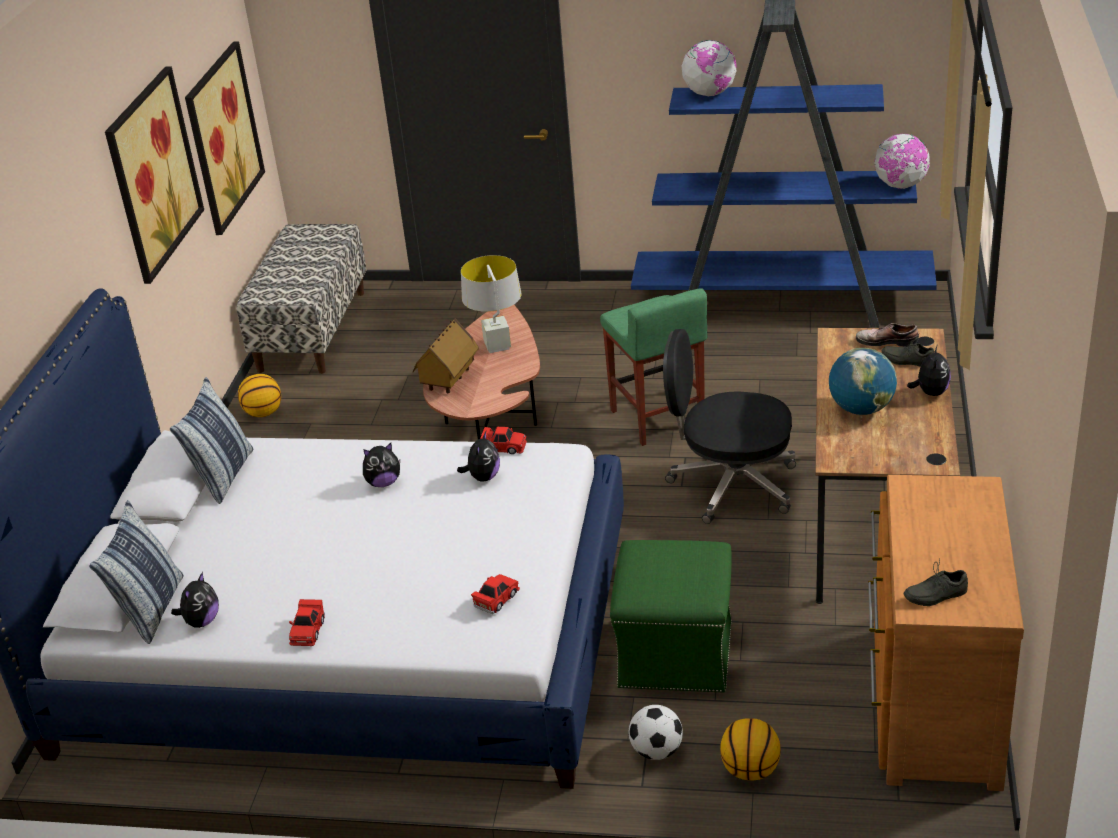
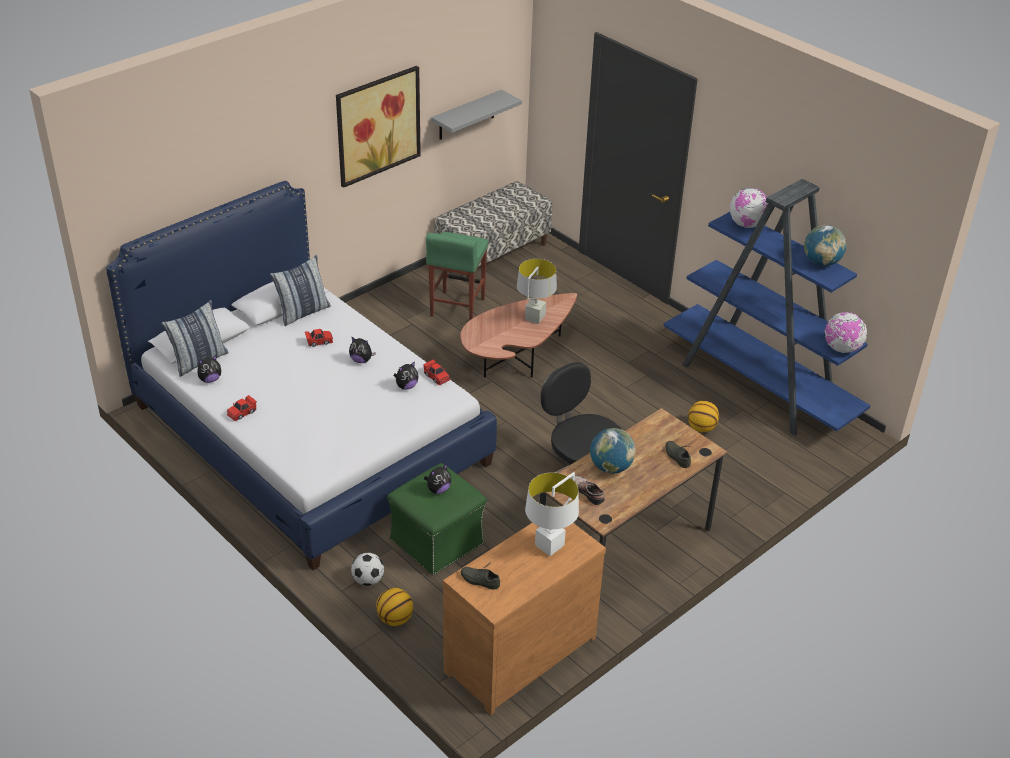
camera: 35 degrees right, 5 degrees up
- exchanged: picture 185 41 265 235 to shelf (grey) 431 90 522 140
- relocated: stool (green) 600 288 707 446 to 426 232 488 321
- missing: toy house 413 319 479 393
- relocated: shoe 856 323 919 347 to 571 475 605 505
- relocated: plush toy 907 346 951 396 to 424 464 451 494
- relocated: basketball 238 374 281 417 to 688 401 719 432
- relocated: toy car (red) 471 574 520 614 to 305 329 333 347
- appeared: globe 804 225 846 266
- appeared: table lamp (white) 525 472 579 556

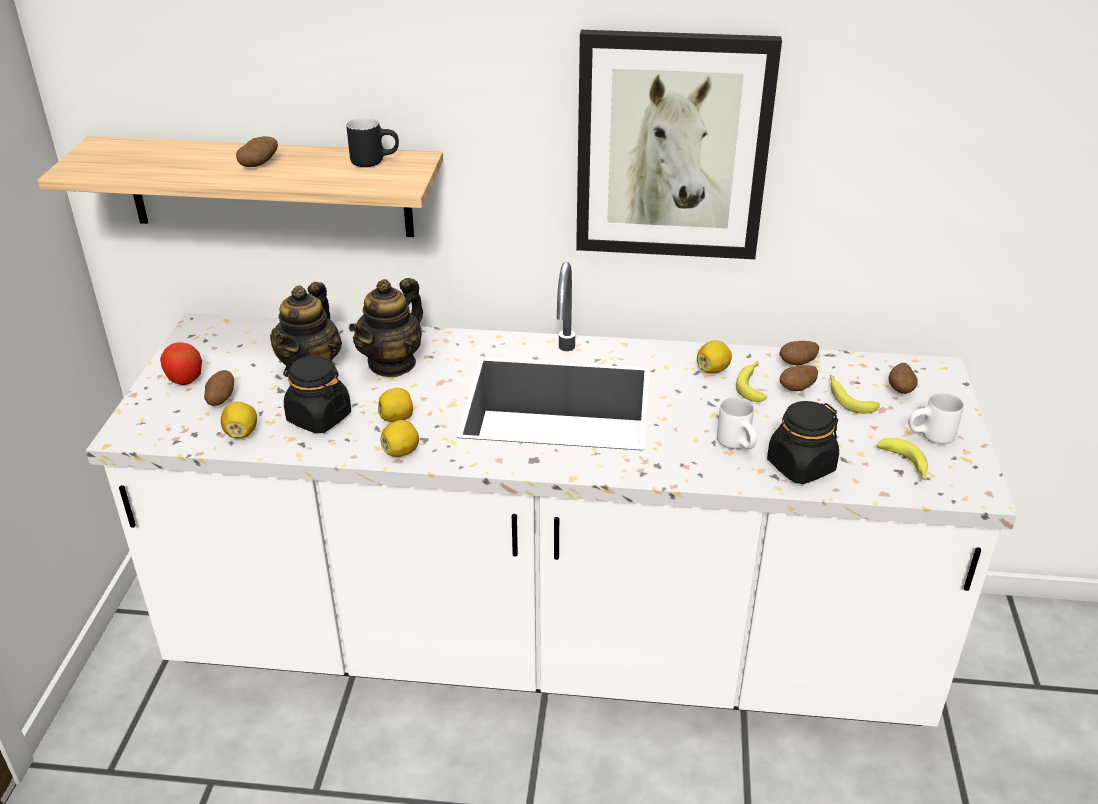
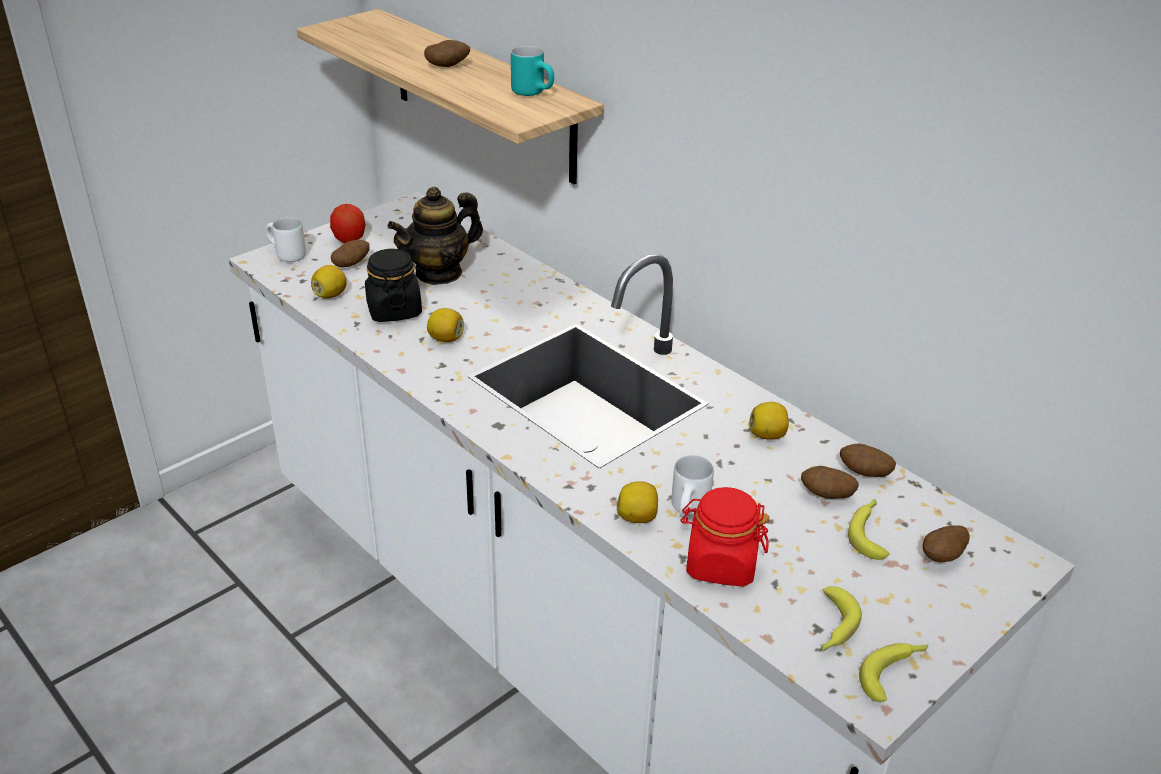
camera: 40 degrees right, 0 degrees up
- missing: picture 576 30 782 259
- colour: mug (black) 347 117 399 167 to mug (turquoise) 511 46 554 96
- missing: teapot 349 278 423 377
- relocated: banana 736 361 767 402 to 859 643 928 702
- relocated: mug (white) 908 393 964 444 to 266 217 306 262
- colour: jar (black) 767 401 839 484 to jar (red) 680 487 770 586
- relocated: lemon 381 420 419 457 to 616 481 658 523

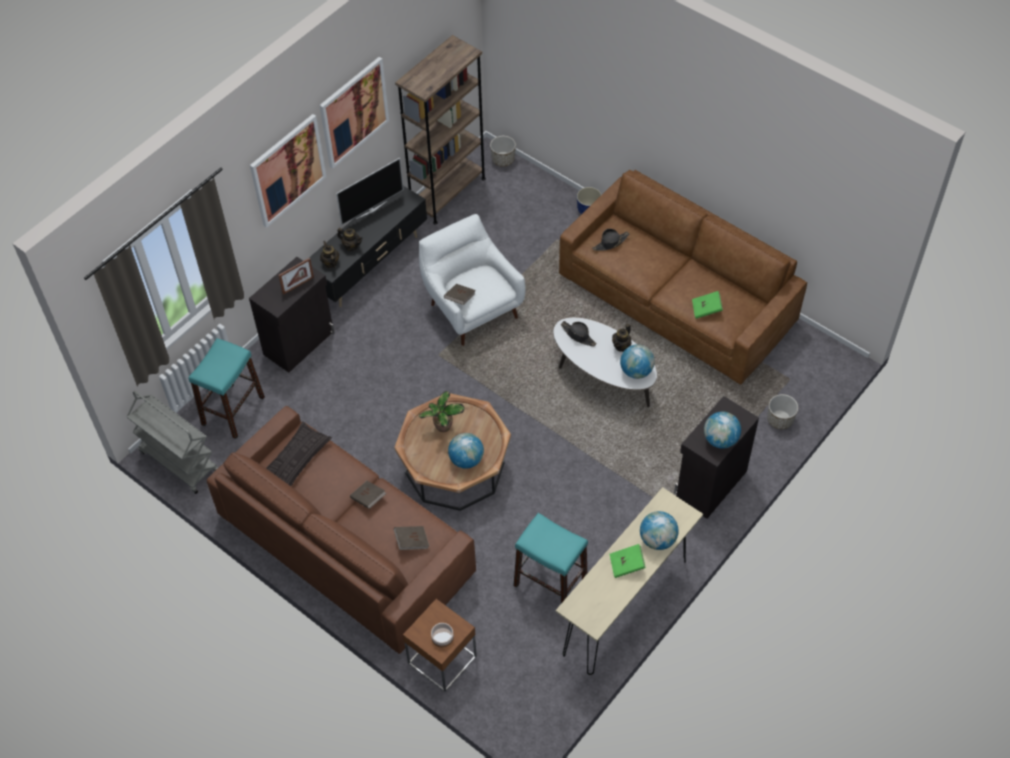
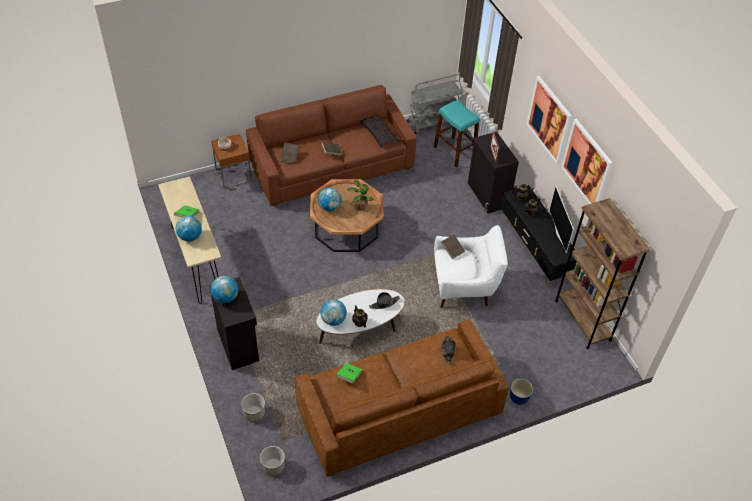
camera: 115 degrees right, 5 degrees down
- relocated: planter 490 136 516 167 to 260 446 285 476
- missing: stool (turquoise) 513 513 588 603

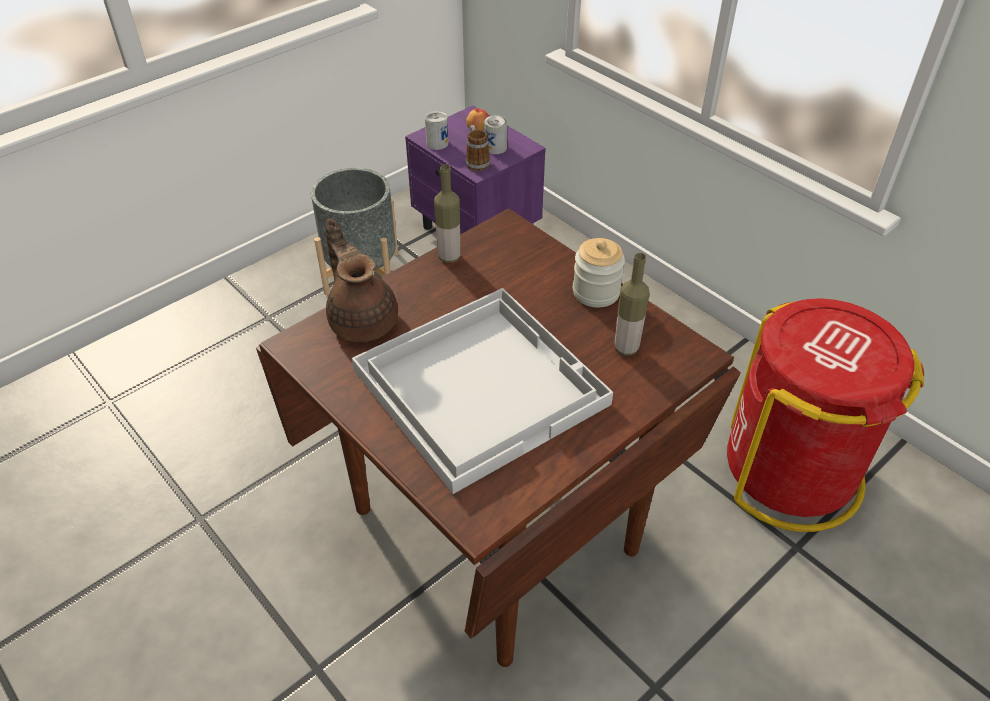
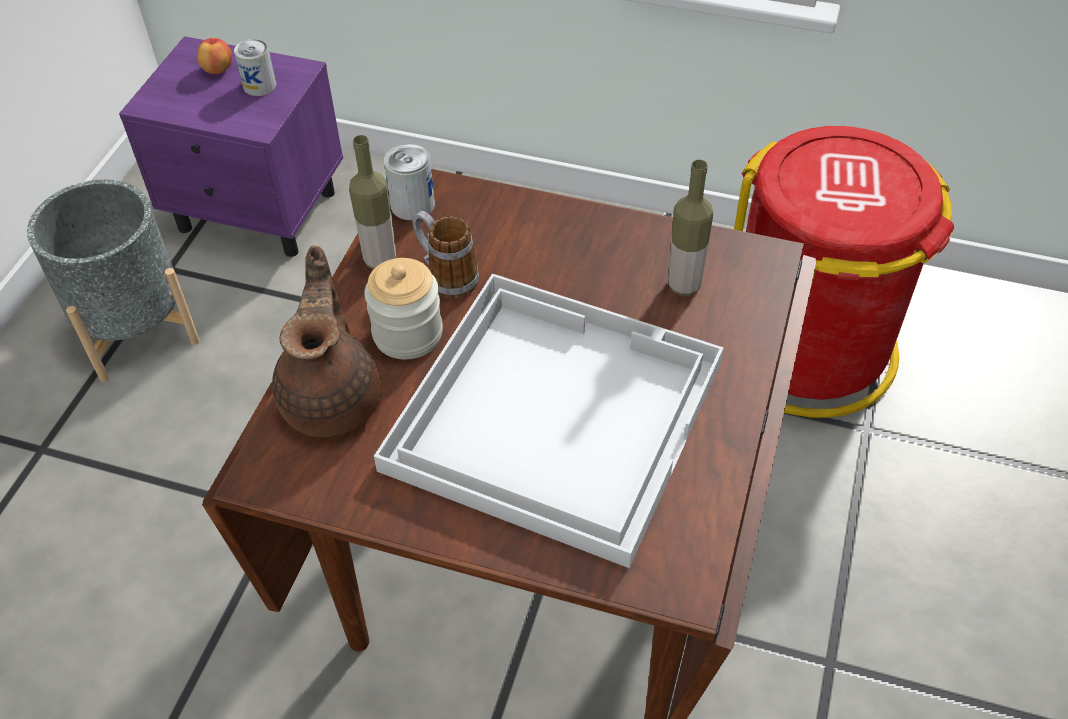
camera: 30 degrees left, 5 degrees up
- relocated: can 425 111 449 150 to 384 144 435 220
- relocated: mug 466 125 490 171 to 413 211 479 298
- spun: teapot (brown) 326 219 398 342 = 272 245 382 437 60 degrees clockwise
- relocated: jar 573 238 625 307 to 364 258 443 359

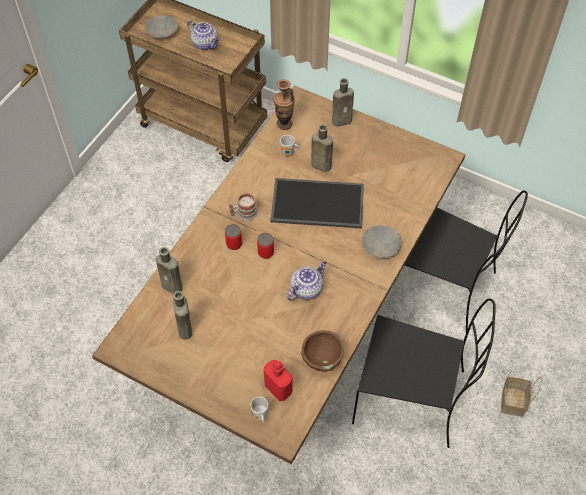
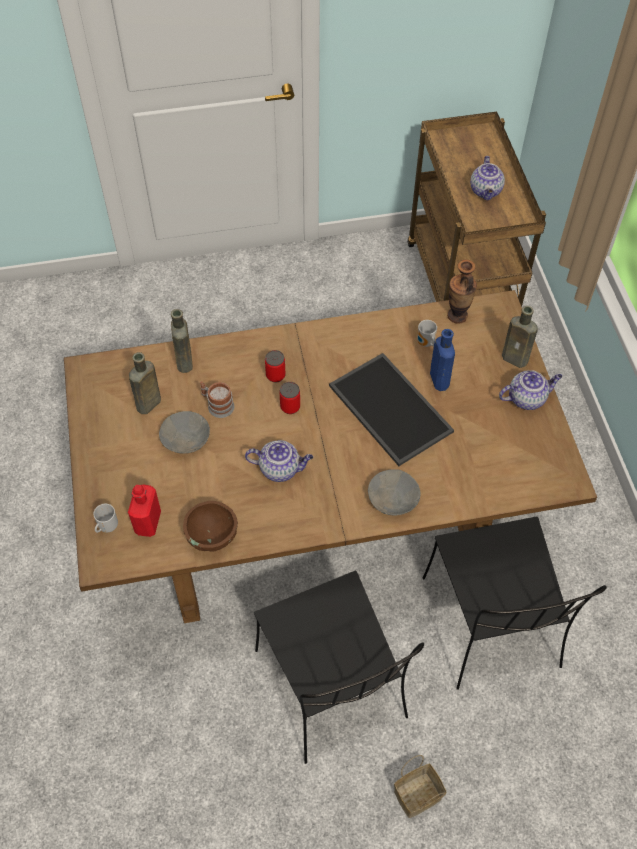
camera: 50 degrees right, 0 degrees up
- relocated: bowl (grey) 145 15 178 39 to 159 411 210 454
- colour: bottle (brown) 311 124 333 172 to bottle (blue) 430 329 455 391
- relocated: mug 229 193 258 221 to 200 381 234 418
- appeared: teapot 499 370 562 410

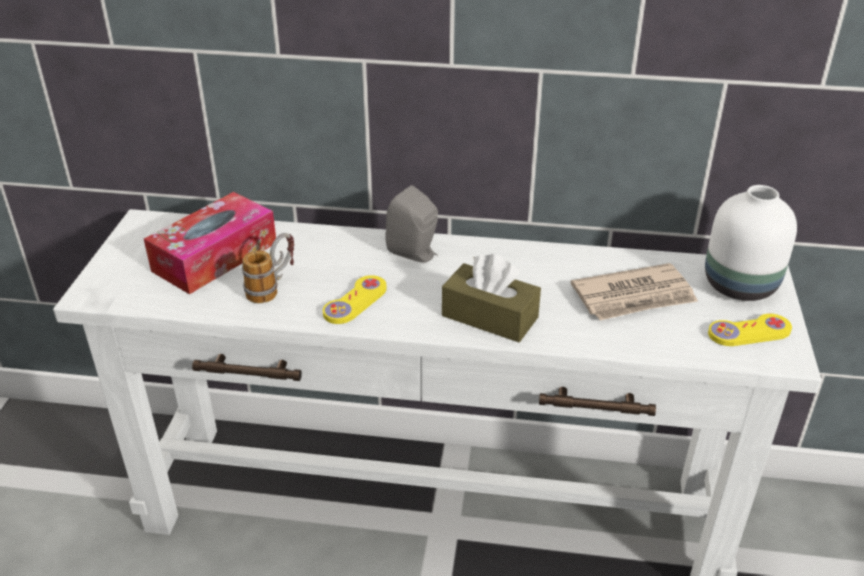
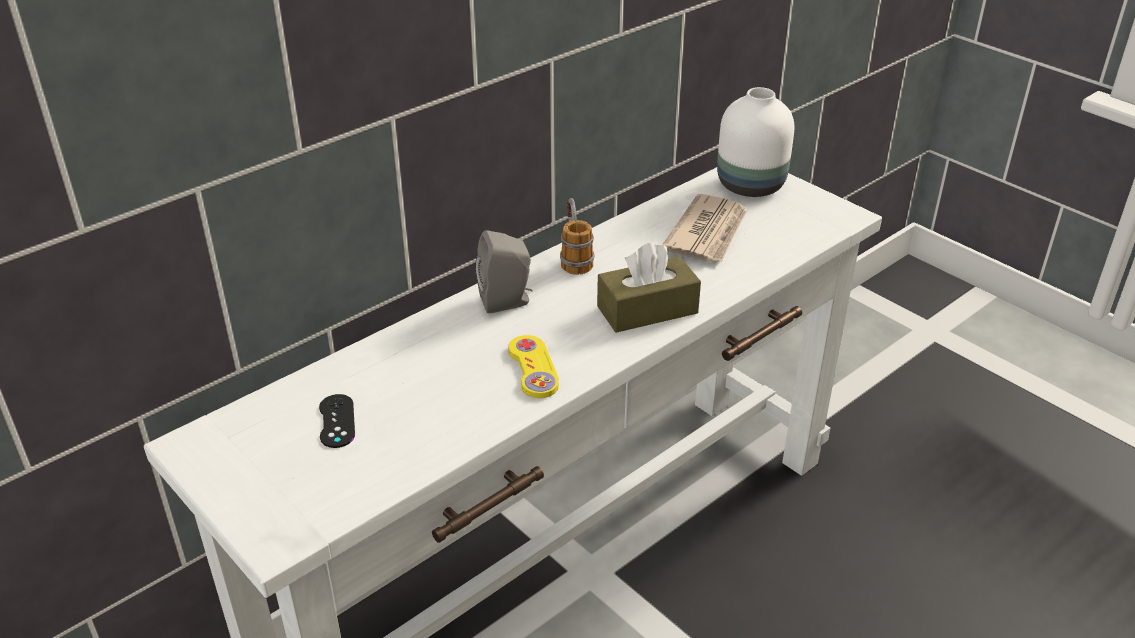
camera: 50 degrees left, 0 degrees up
- exchanged: tissue box 144 192 276 294 to game controller (black) 319 394 355 448
- relocated: mug 242 233 294 303 to 560 198 595 275
- missing: game controller (yellow) 708 314 792 346

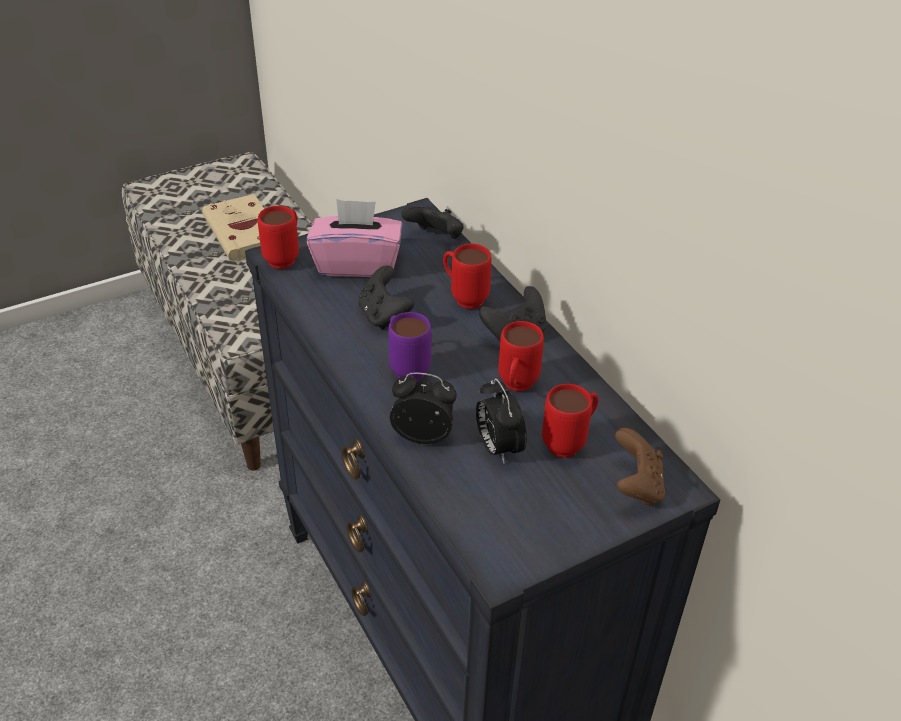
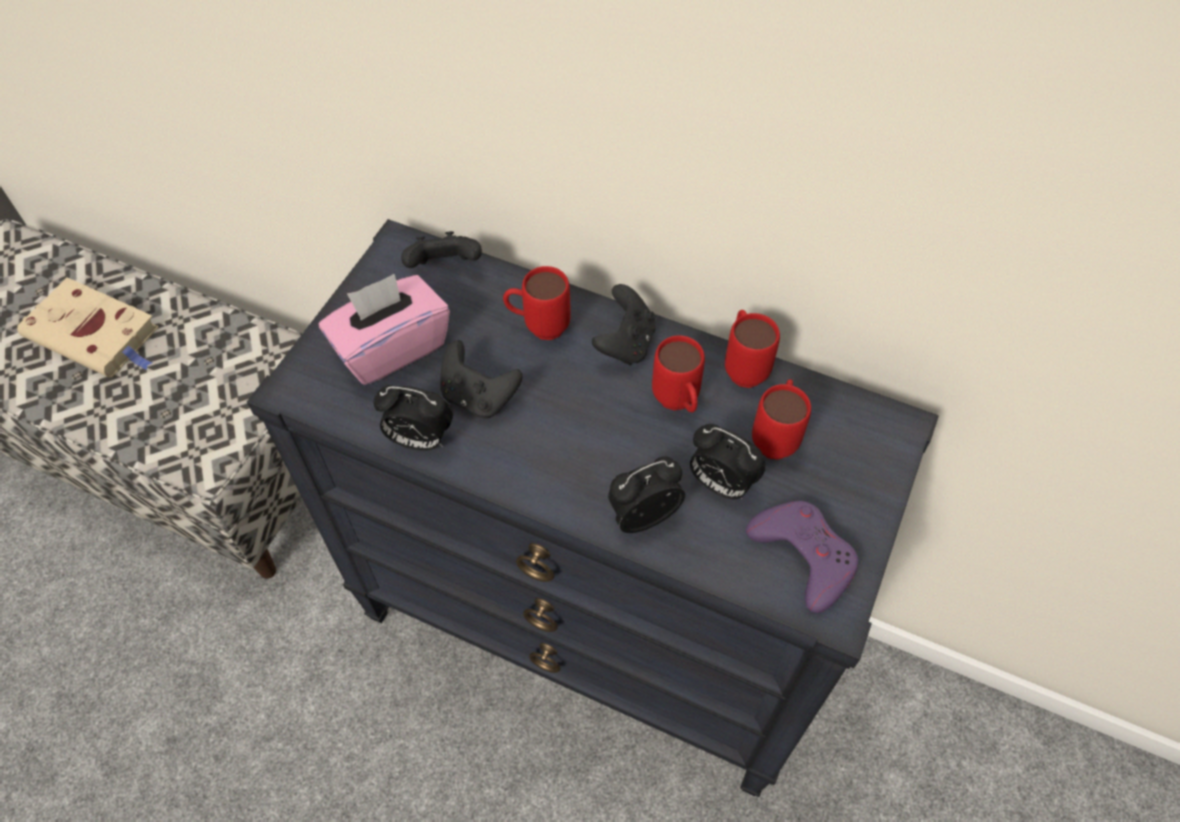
camera: 35 degrees left, 15 degrees up
- relocated: mug (red) 258 206 299 269 to 725 310 780 388
- missing: mug (purple) 388 312 432 381
- missing: game controller (brown) 615 428 665 506
- appeared: alarm clock 374 385 453 451
- appeared: game controller (purple) 746 501 858 613

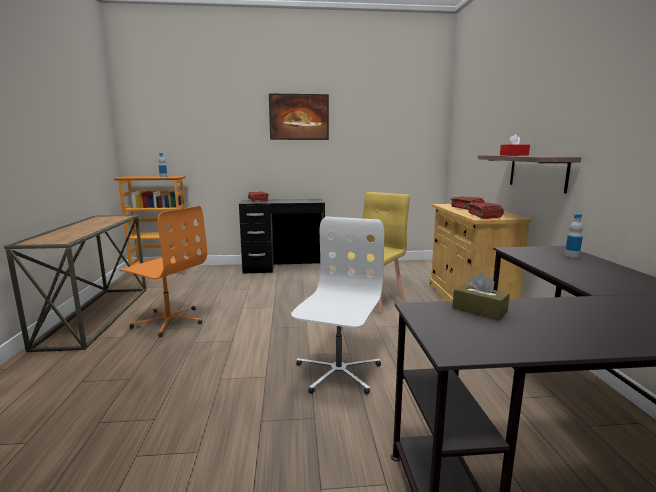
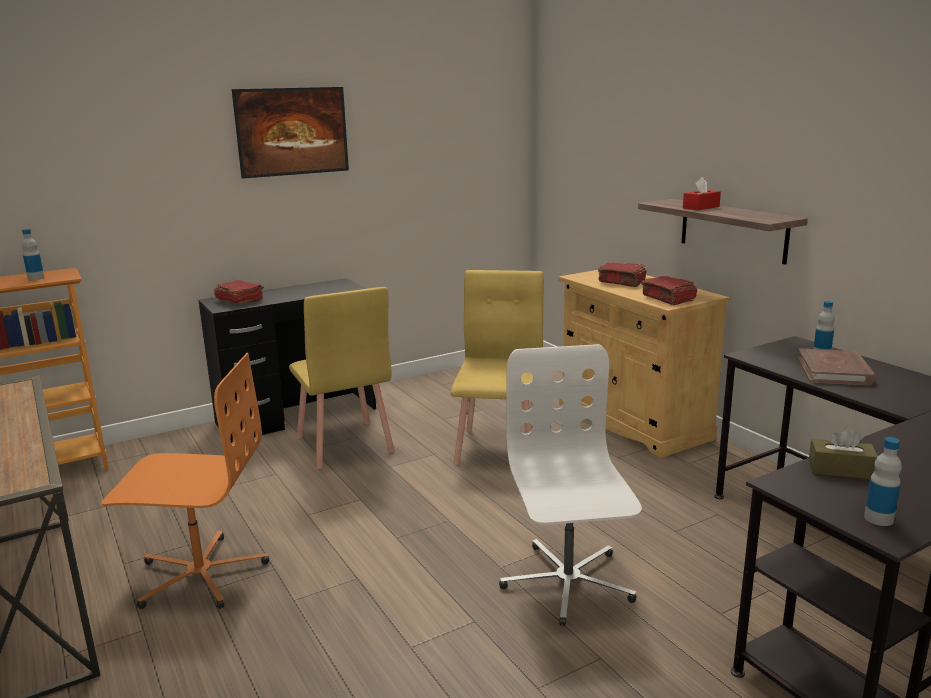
camera: 25 degrees left, 5 degrees up
- appeared: chair (yellow) 289 287 395 469
- appeared: book (brown) 797 348 876 386
- appeared: bottle 864 437 902 526

